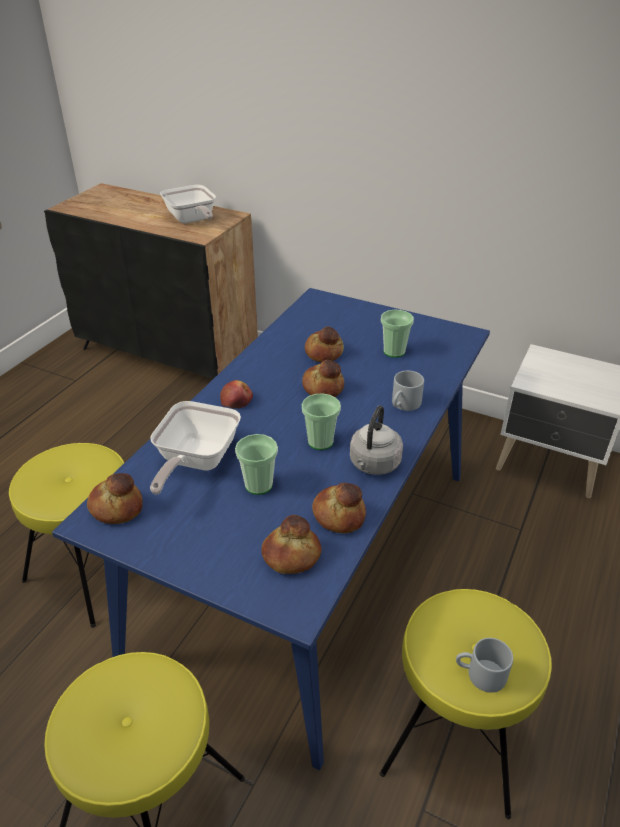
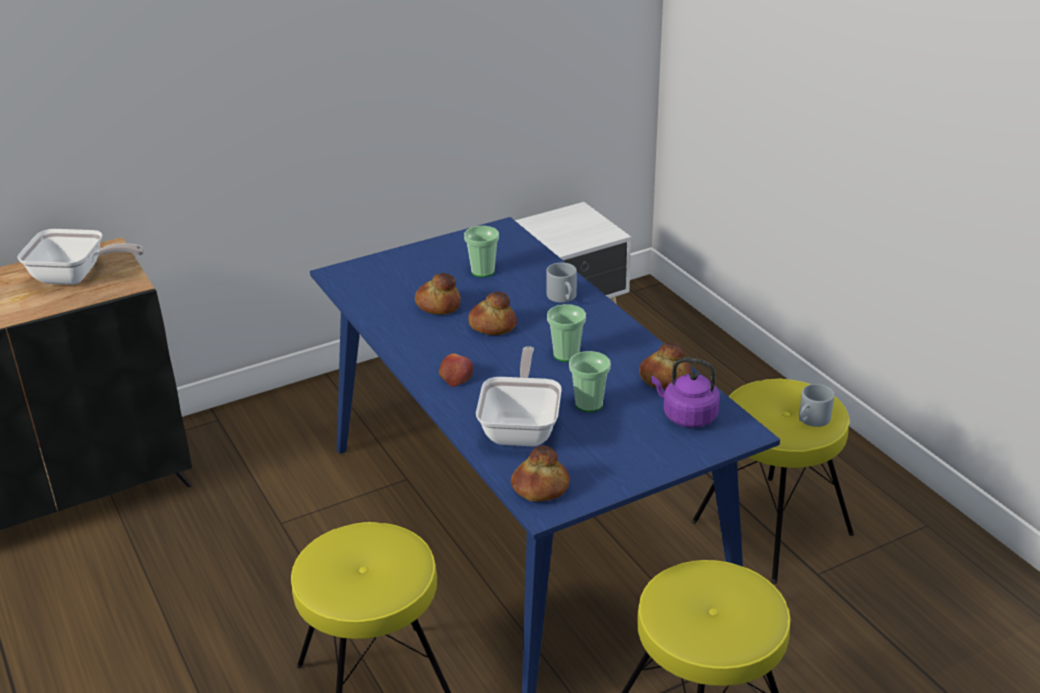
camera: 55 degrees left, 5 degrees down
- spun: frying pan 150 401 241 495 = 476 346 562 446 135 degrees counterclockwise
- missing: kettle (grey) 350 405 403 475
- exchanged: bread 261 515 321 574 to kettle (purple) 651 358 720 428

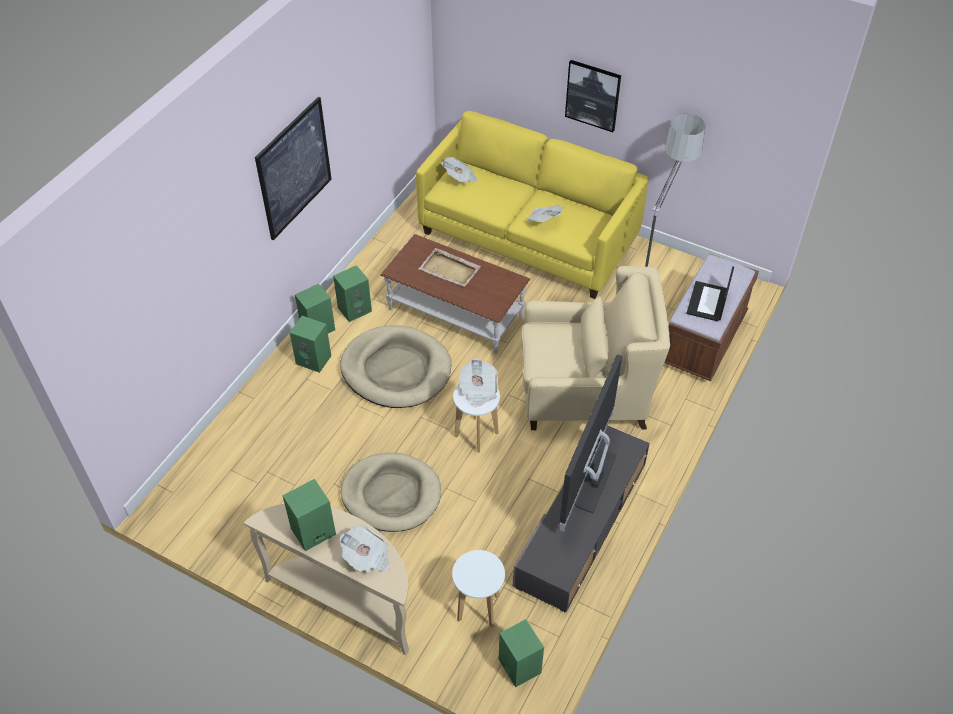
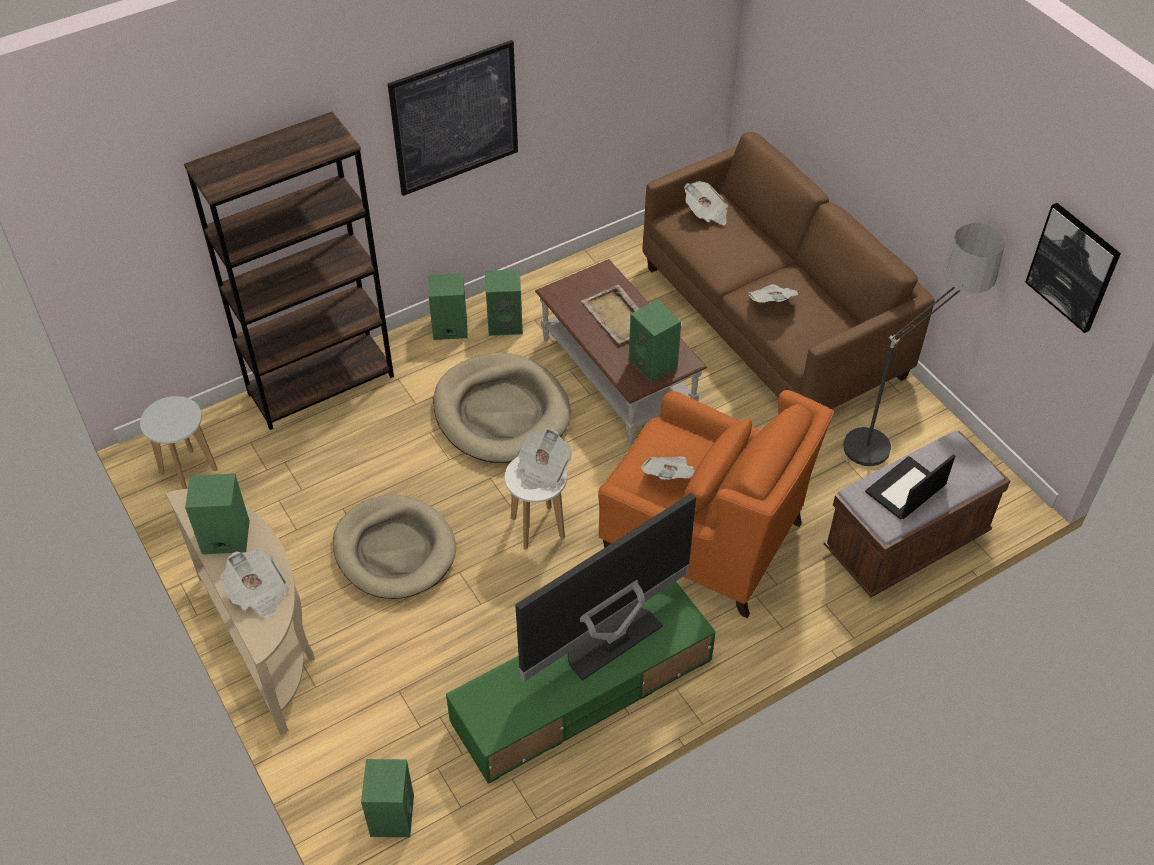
camera: 30 degrees right, 0 degrees up
- relocated: picture 565 60 621 132 to 1025 203 1121 333
- colour: sofa (yellow) 416 111 649 299 to sofa (brown) 643 132 935 409
- colour: armchair (beige) 521 266 670 430 to armchair (orange) 598 390 834 618
- relocated: speaker (green) 289 316 331 373 to 629 300 681 382
- colour: tv stand (grey) 513 426 650 613 to tv stand (green) 446 582 716 784
- relocated: stool (white) 452 550 505 627 to 140 396 218 489
- appeared: bookcase (brown) 184 111 394 430
- appeared: newspaper 641 456 695 479

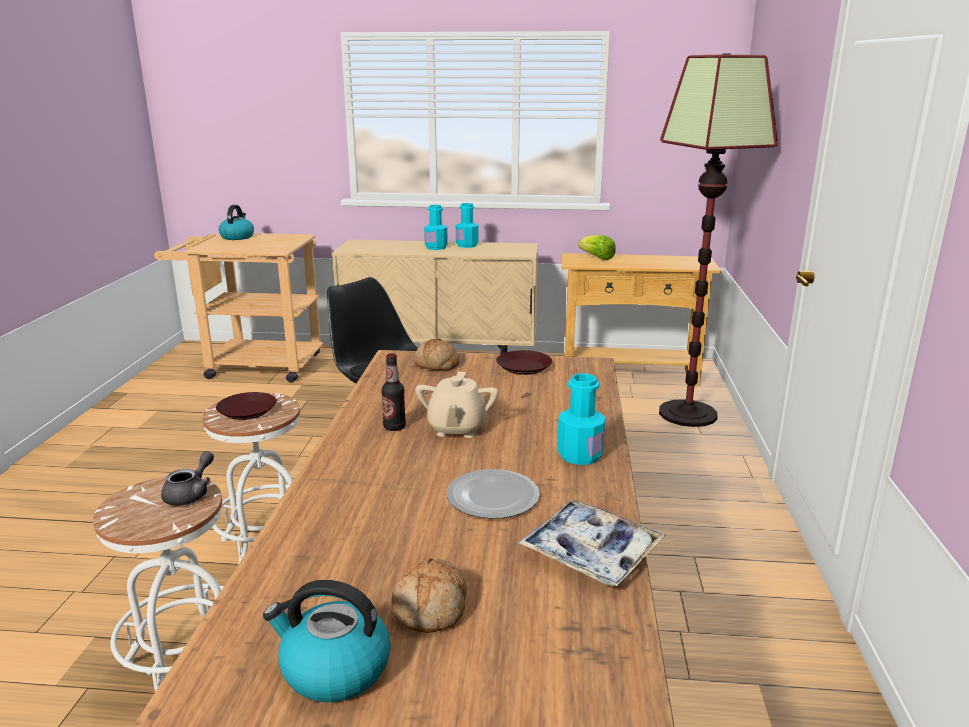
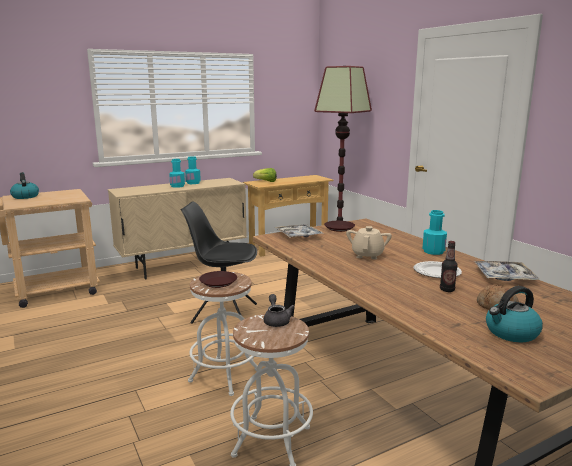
camera: 35 degrees left, 5 degrees down
- exchanged: bread 413 338 460 370 to tray 275 224 324 238
- relocated: bottle 381 353 406 431 to 440 241 458 292
- spun: teapot (beige) 415 372 499 438 = 346 226 392 260 135 degrees counterclockwise

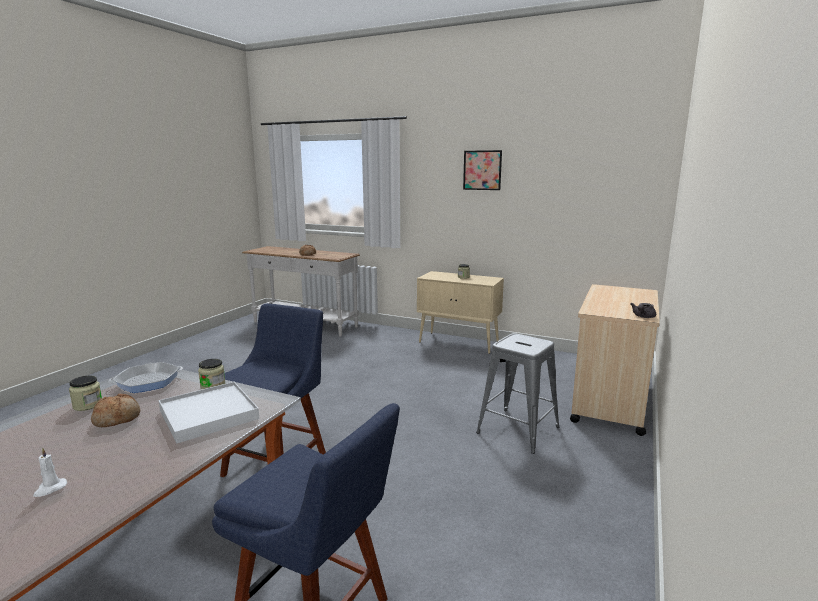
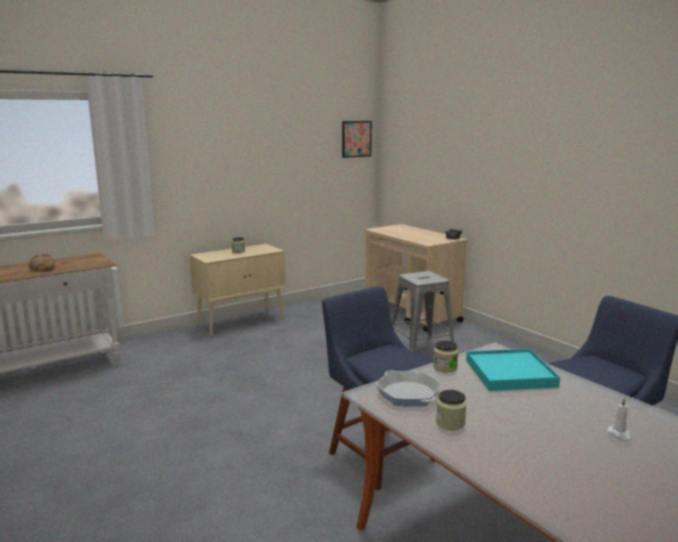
camera: 60 degrees left, 0 degrees up
- relocated: picture 463 150 502 190 to 342 121 372 158
- spun: frying pan 108 362 183 393 = 375 370 442 407 150 degrees clockwise
- colour: tray (white) 159 382 259 444 to tray (turquoise) 466 349 560 391
- missing: bread 91 393 140 427

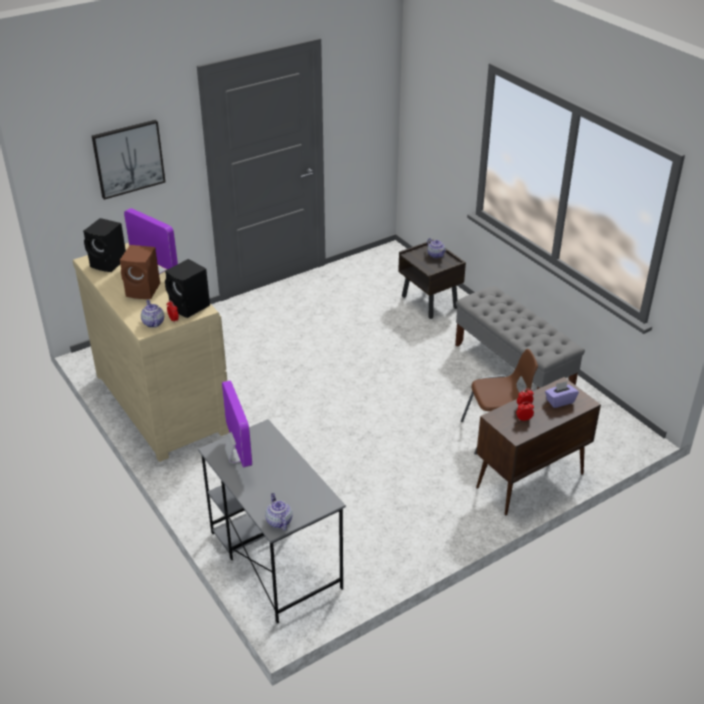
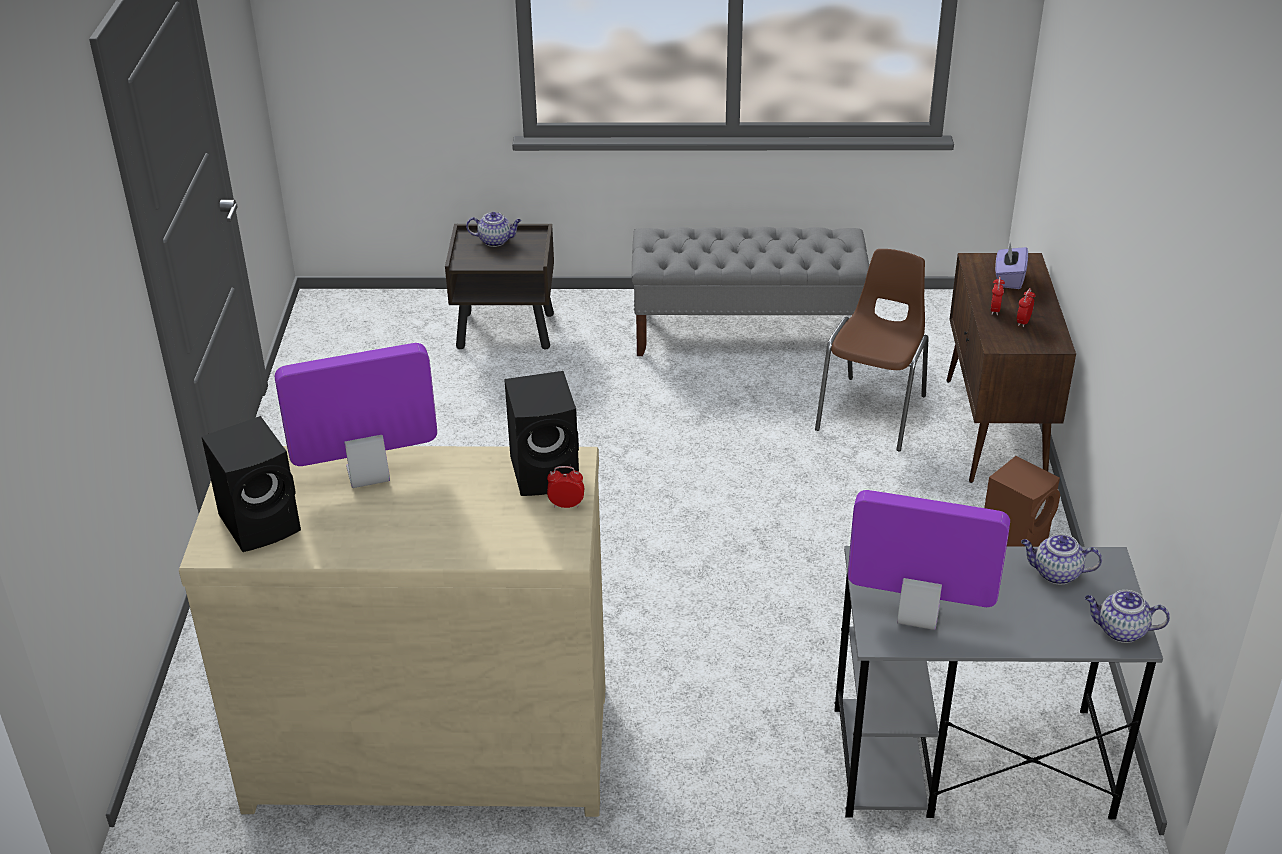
camera: 55 degrees left, 0 degrees up
- missing: picture 92 120 165 200
- relocated: speaker (brown) 120 245 160 299 to 984 456 1060 547
- relocated: teapot 141 300 164 328 to 1021 534 1102 584

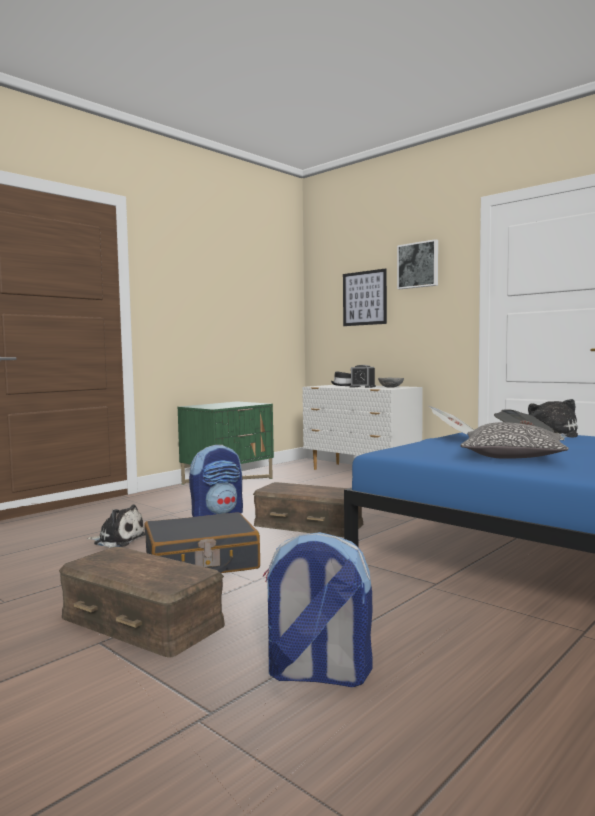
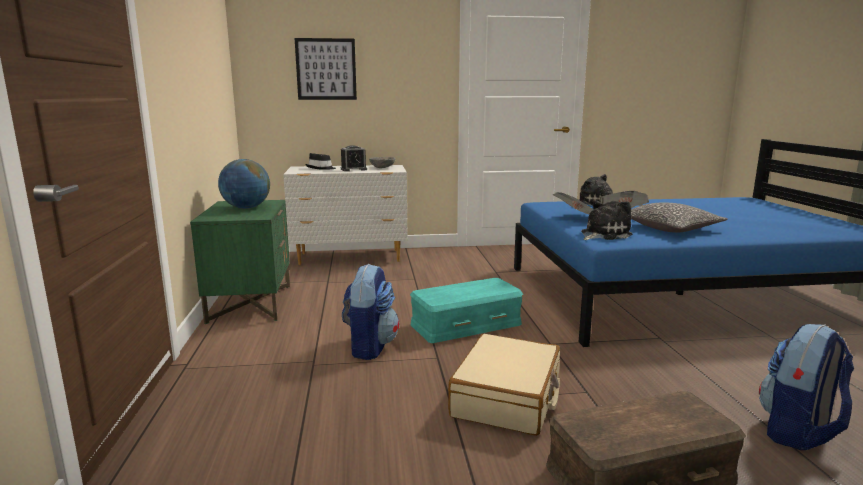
camera: 50 degrees left, 10 degrees up
- missing: picture 397 239 438 289
- colour: storage box (brown) 253 482 364 537 to storage box (turquoise) 410 278 523 343
- relocated: plush toy 87 505 145 548 to 581 200 633 240
- colour: suitcase (black) 144 512 260 573 to suitcase (beige) 448 334 560 436
- appeared: globe 218 159 270 209

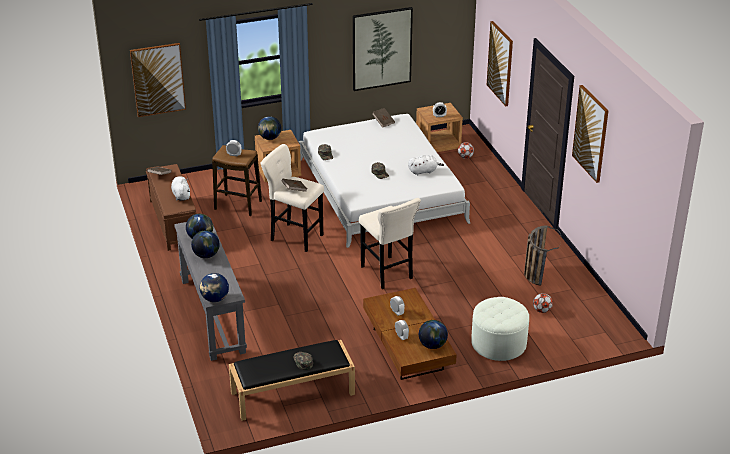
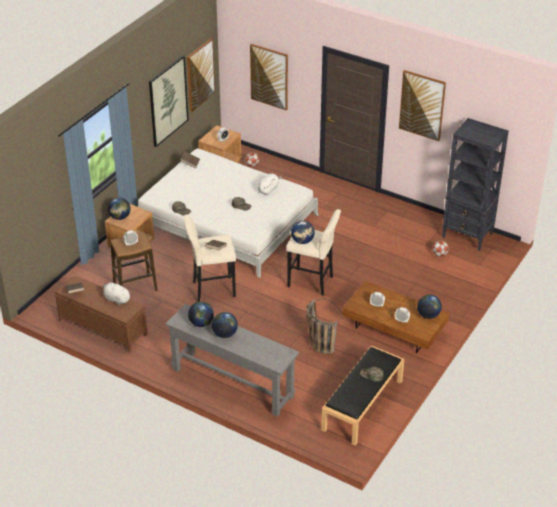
camera: 40 degrees left, 5 degrees up
- relocated: picture 130 43 186 117 to 187 39 215 112
- relocated: basket 524 226 561 286 to 306 298 343 354
- relocated: globe 200 273 229 302 to 291 221 315 244
- missing: ottoman (white) 471 297 529 361
- appeared: bookcase (black) 442 118 509 251

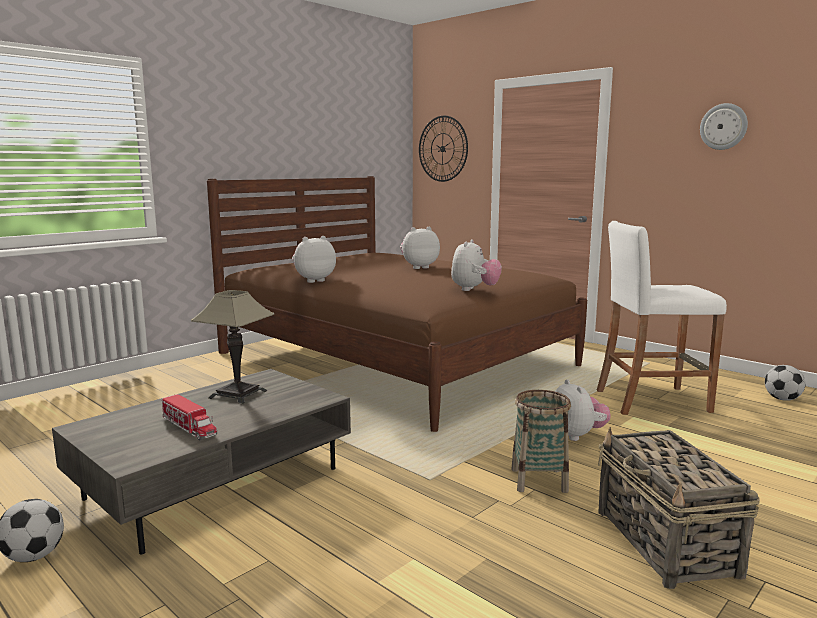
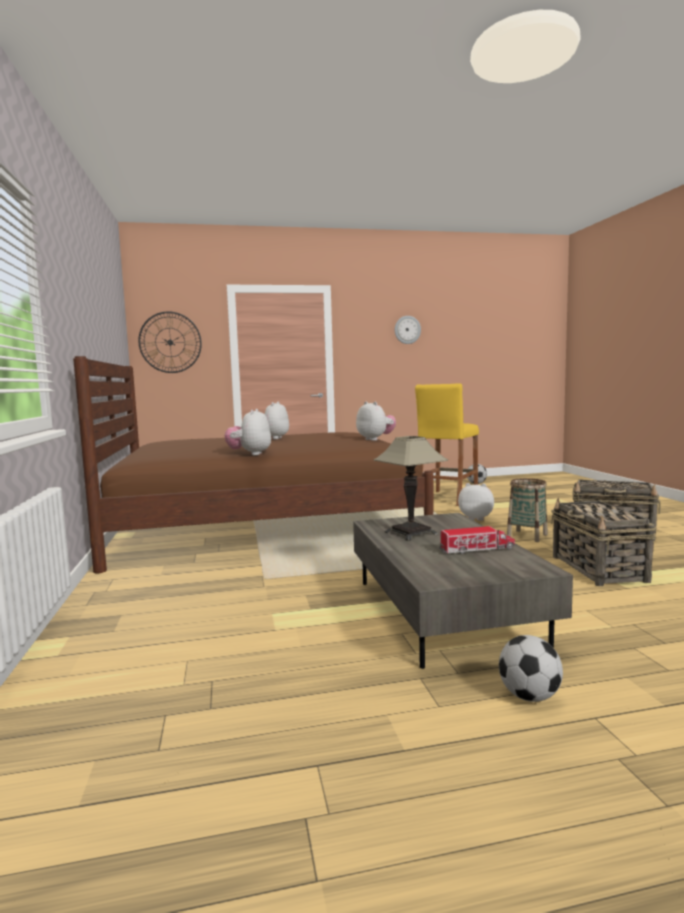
camera: 55 degrees left, 5 degrees down
- colour: stool (white) 597 221 727 415 to stool (yellow) 415 383 479 506
- appeared: basket 551 498 656 586

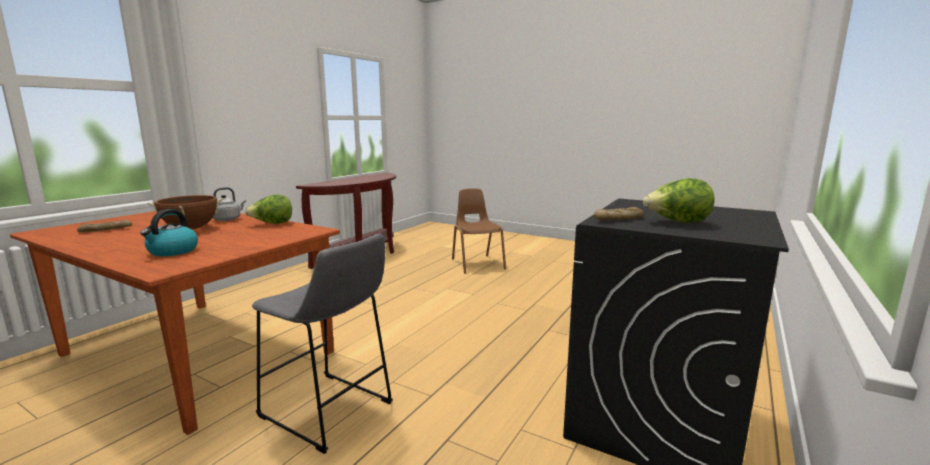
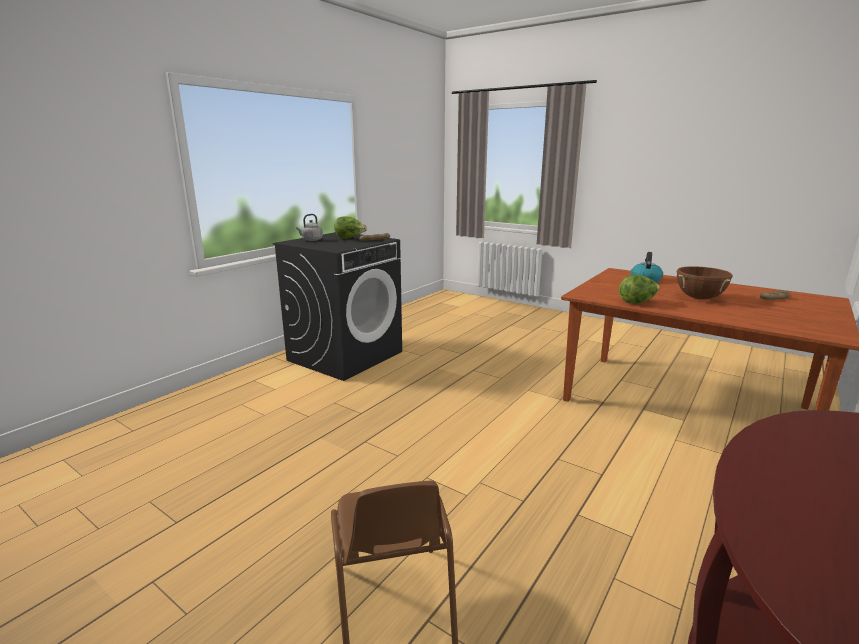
camera: 175 degrees left, 5 degrees up
- relocated: kettle (grey) 213 187 246 221 to 296 214 323 241
- missing: stool (grey) 252 233 393 454

